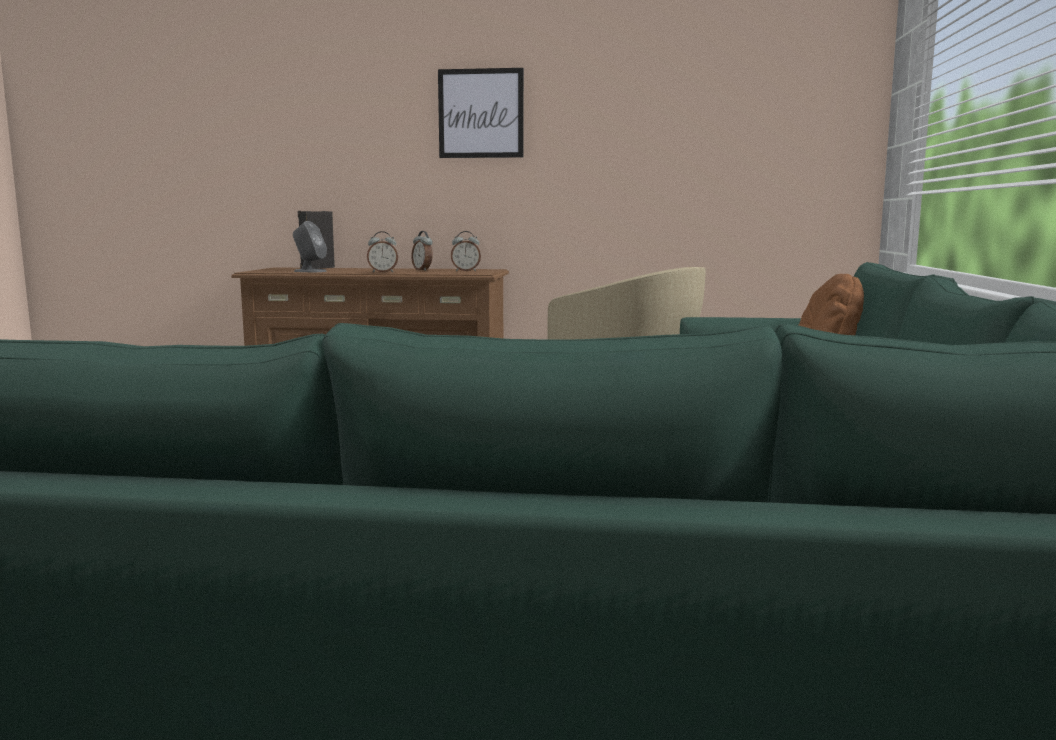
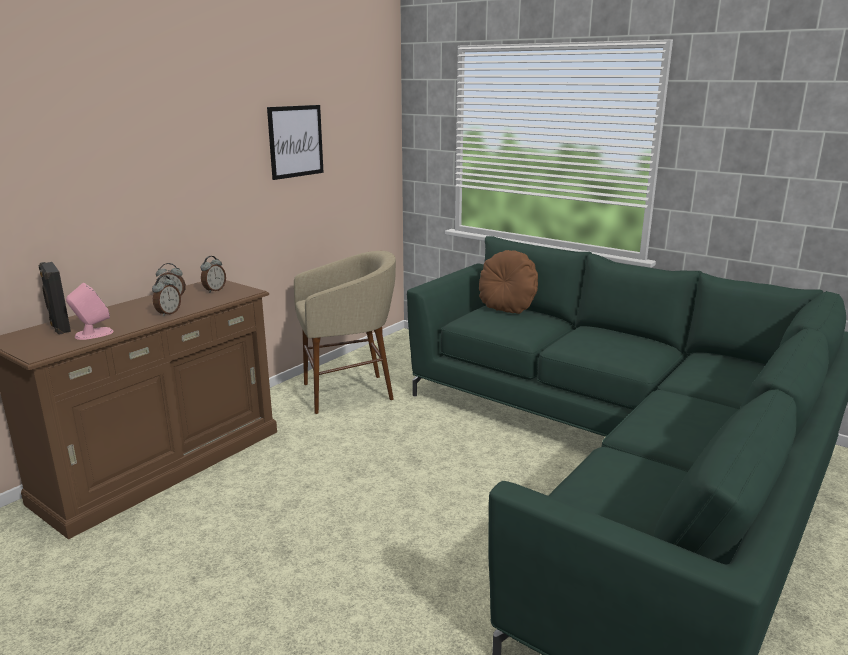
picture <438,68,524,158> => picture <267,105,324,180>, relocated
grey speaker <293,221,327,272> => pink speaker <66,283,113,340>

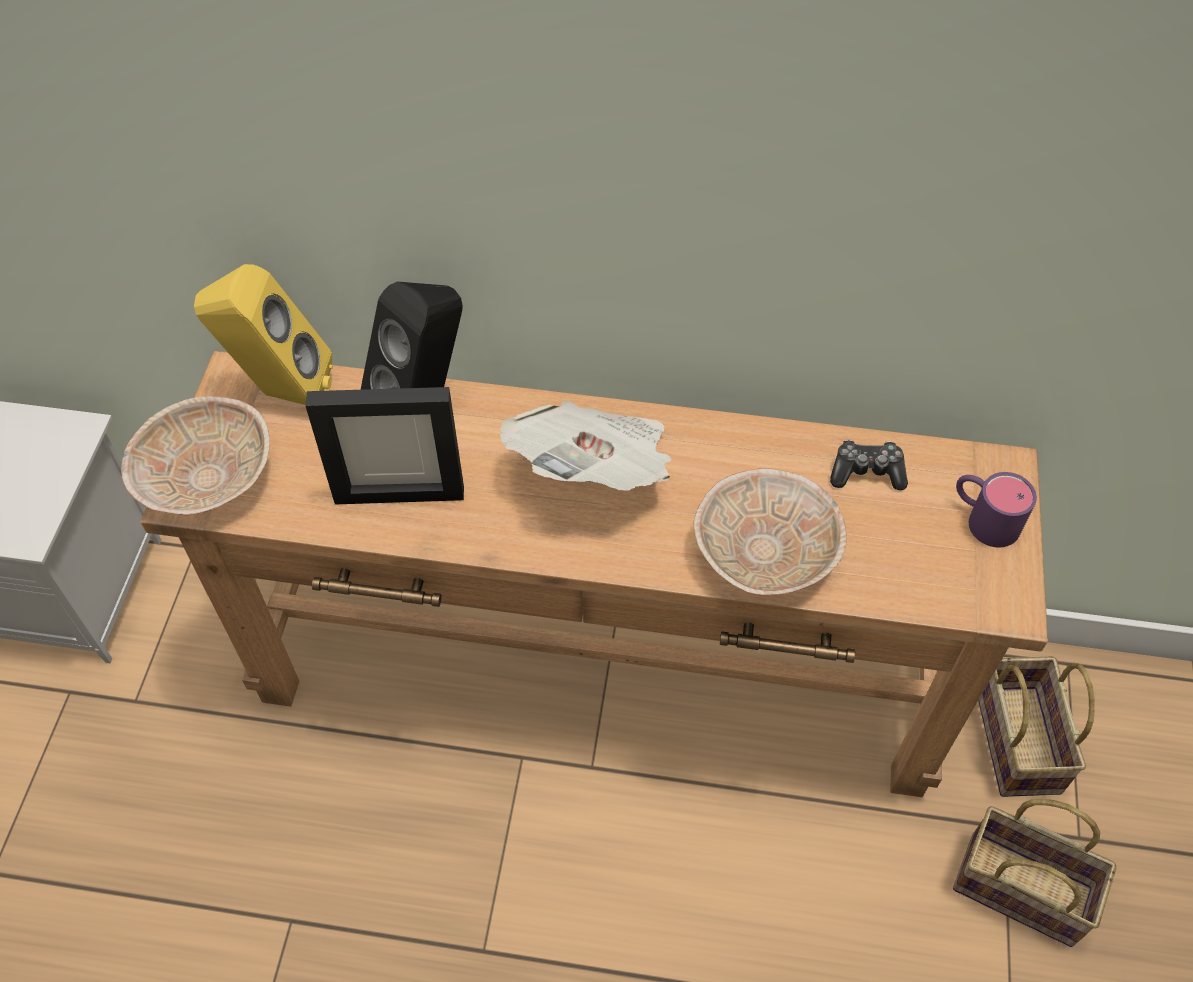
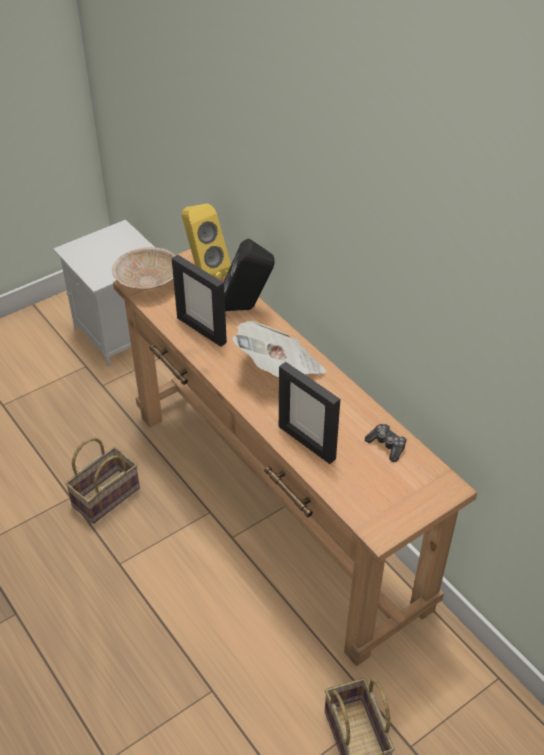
purple mug <956,472,1037,547> => nothing
basket <978,656,1095,797> => basket <65,438,140,524>, relocated
beige bowl <693,468,846,595> => picture frame <279,362,340,464>

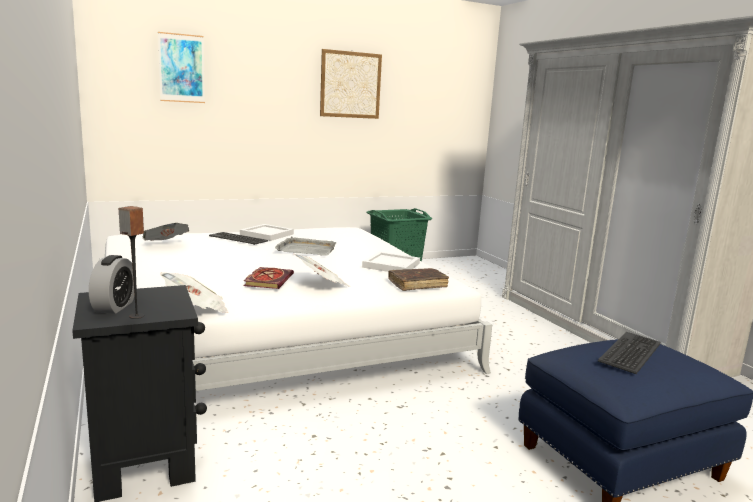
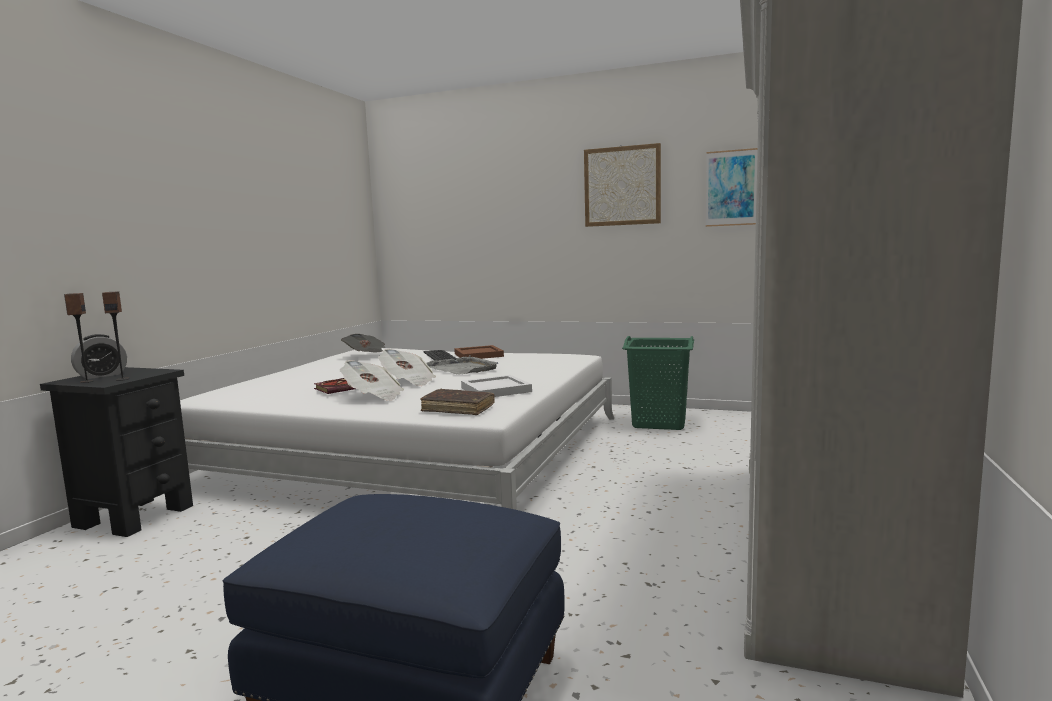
keyboard <598,332,661,374> => nothing
nothing => speaker <102,291,129,381>
picture <158,32,205,103> => picture <706,148,757,227>, relocated
newspaper <160,272,229,313> => newspaper <378,349,436,386>, relocated
white tray <240,224,294,241> => brown tray <454,345,504,359>

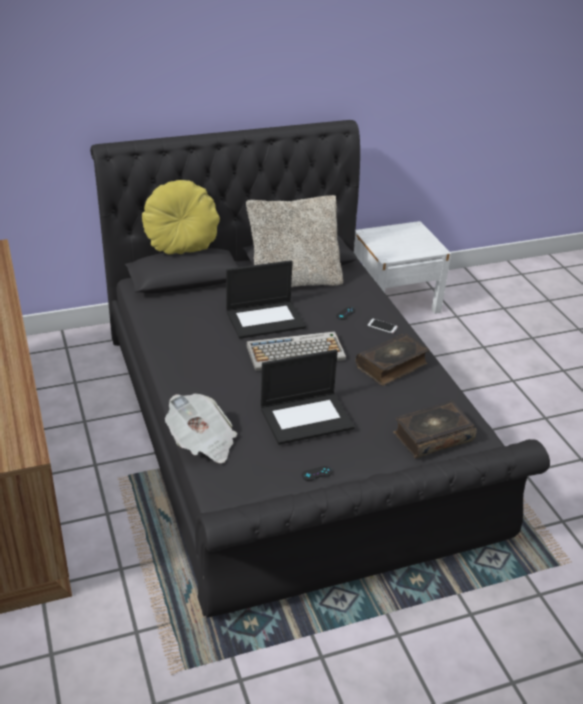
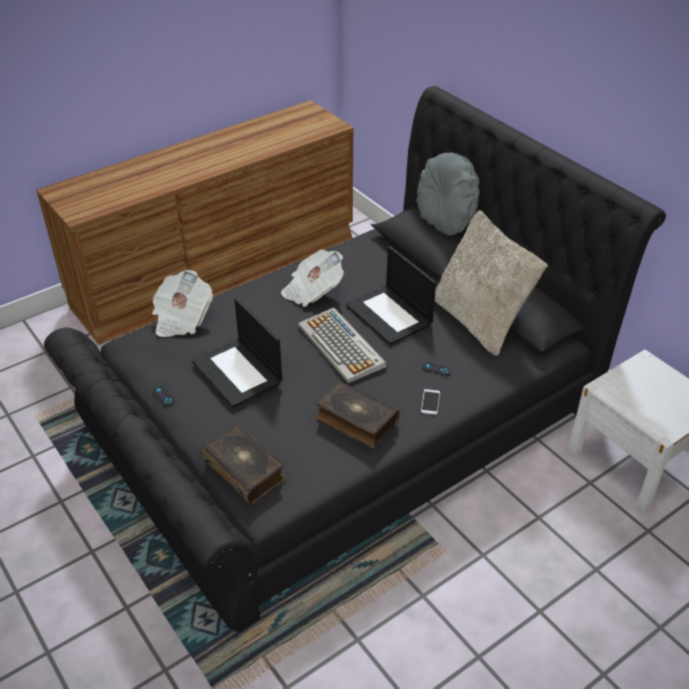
nothing => newspaper <281,249,344,307>
yellow pillow <142,180,220,255> => grey pillow <416,153,480,236>

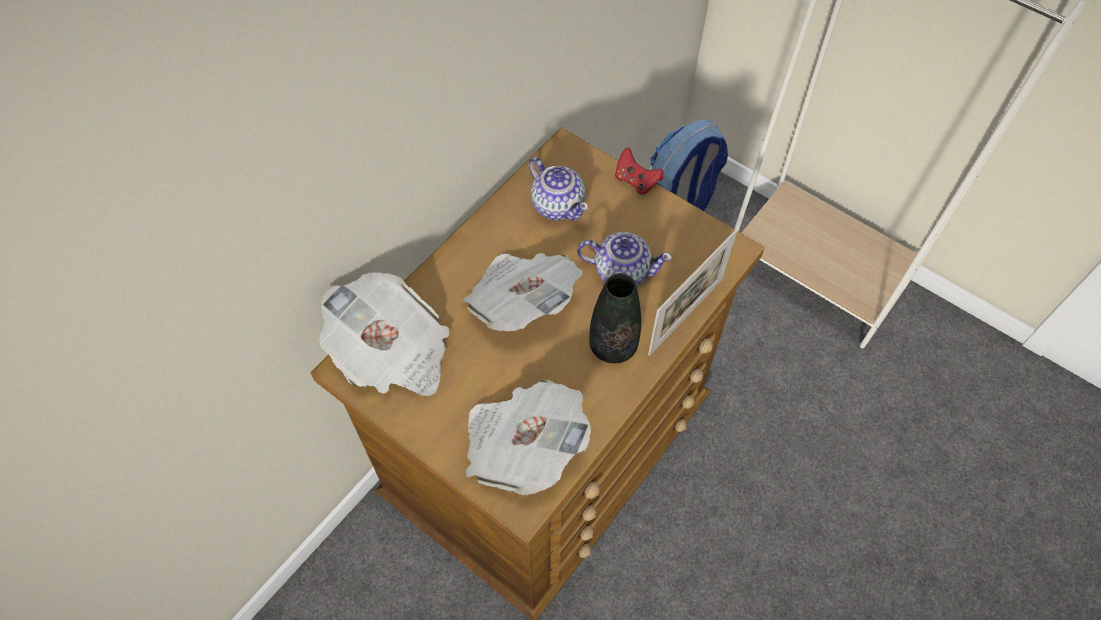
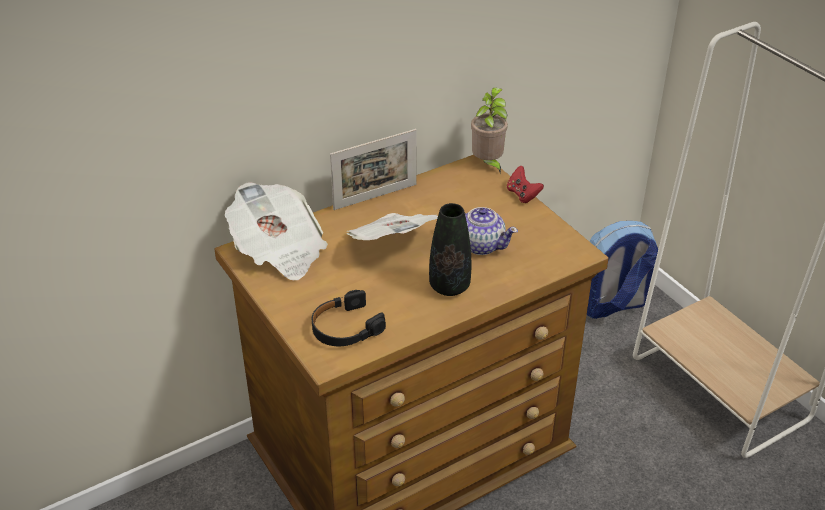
teapot <528,157,589,221> => nothing
nothing => potted plant <471,88,509,173>
picture frame <648,230,737,356> => picture frame <330,129,417,210>, relocated
newspaper <466,380,591,495> => black headphones <312,290,386,346>

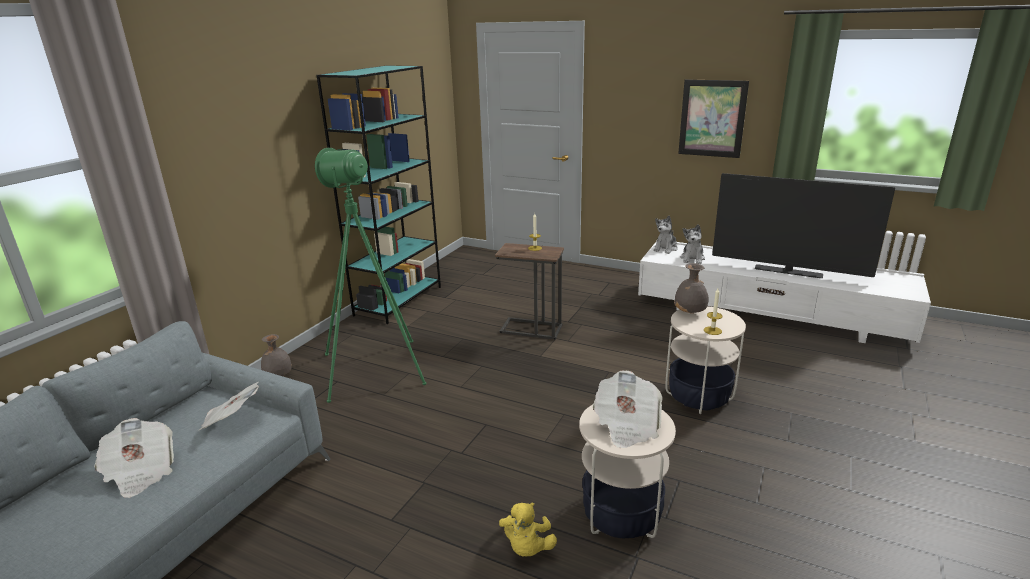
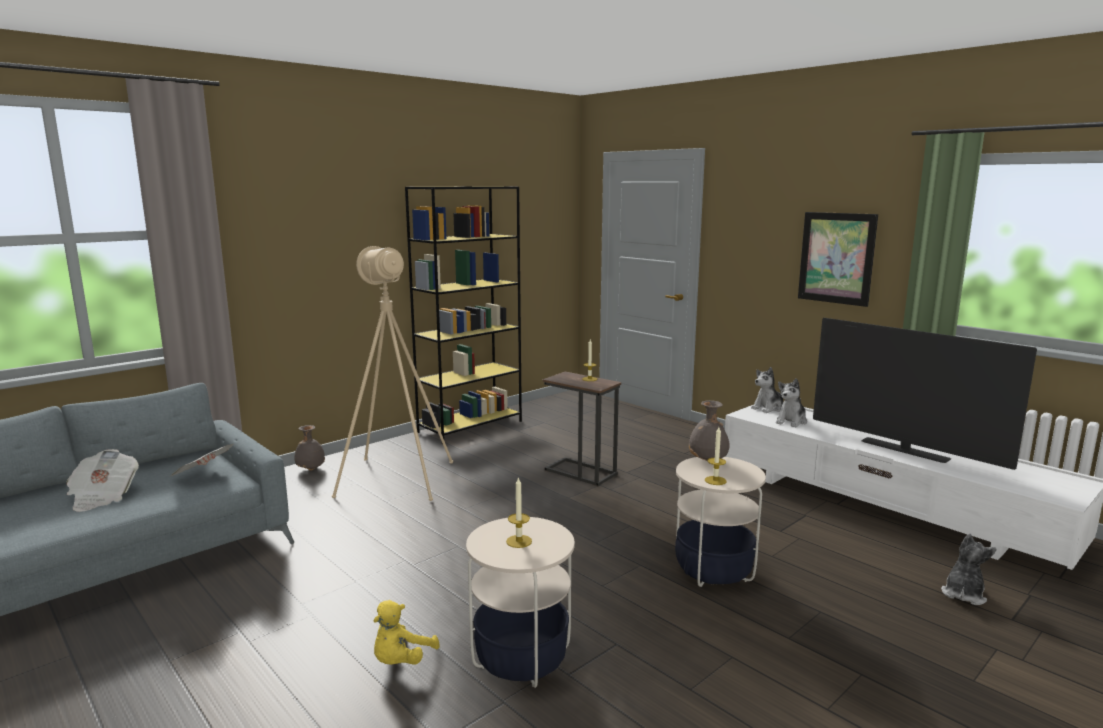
nothing => plush toy <941,533,997,605>
newspaper <593,371,663,448> => candle <506,477,532,548>
green floor lamp <315,148,426,403> => beige floor lamp <332,246,453,501>
turquoise bookcase <317,66,441,324> => yellow bookcase <405,186,522,439>

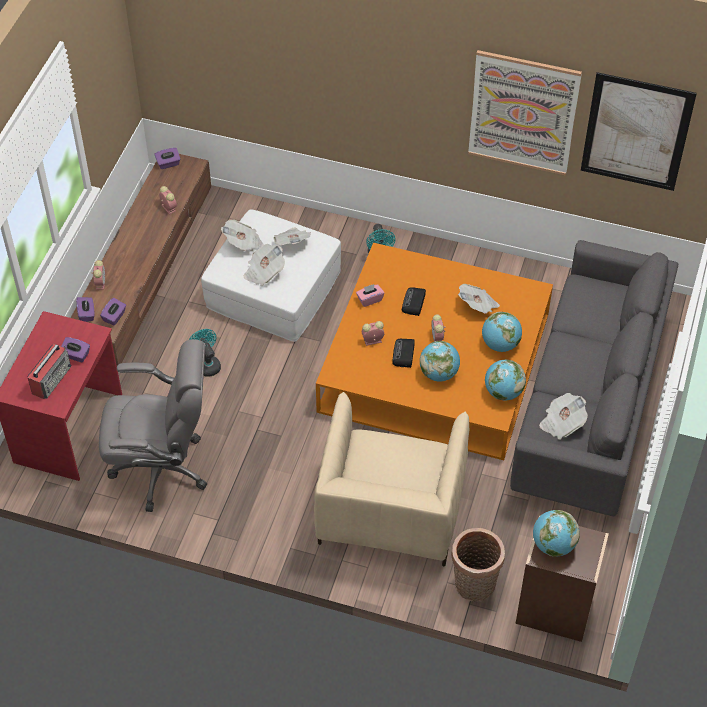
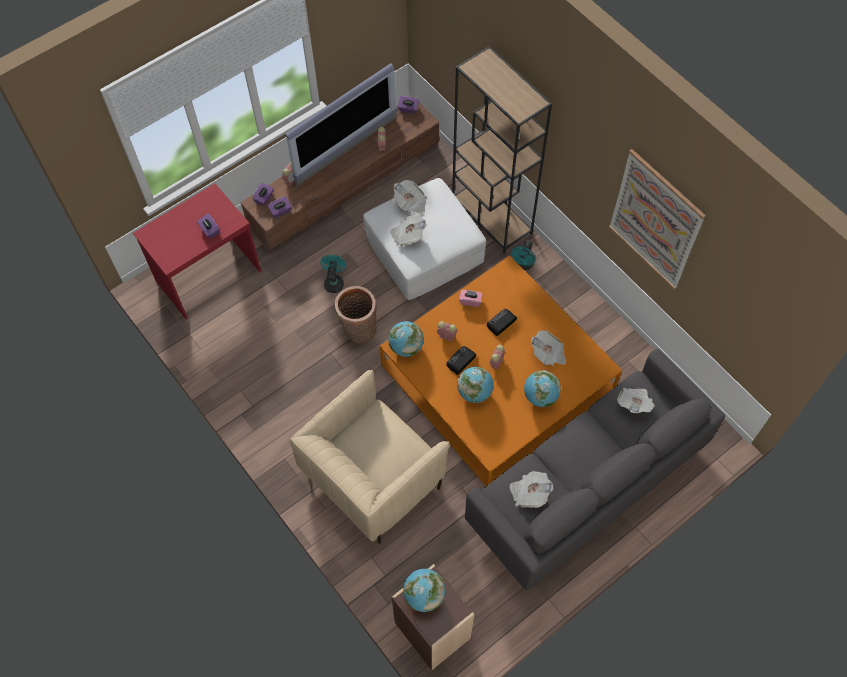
radio <27,344,71,399> => nothing
grey office chair <99,339,207,512> => nothing
picture <581,72,697,191> => nothing
nothing => television <286,63,397,186>
nothing => bookcase <452,46,552,254>
newspaper <273,227,311,245> => newspaper <617,388,655,413>, relocated
basket <451,528,505,602> => basket <335,286,377,343>, relocated
globe <485,360,526,400> => globe <388,321,424,357>, relocated

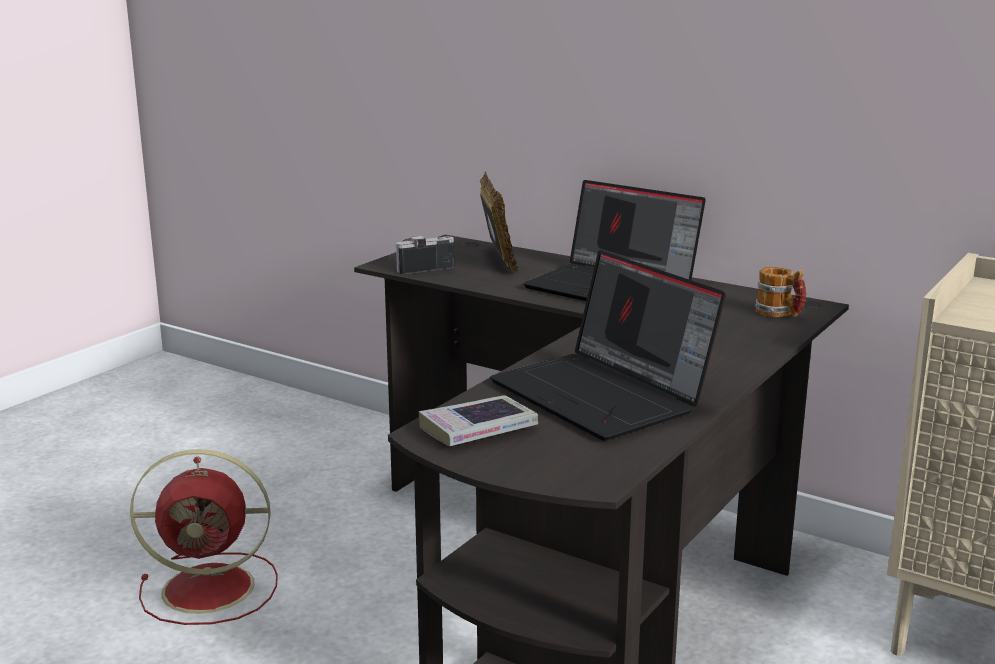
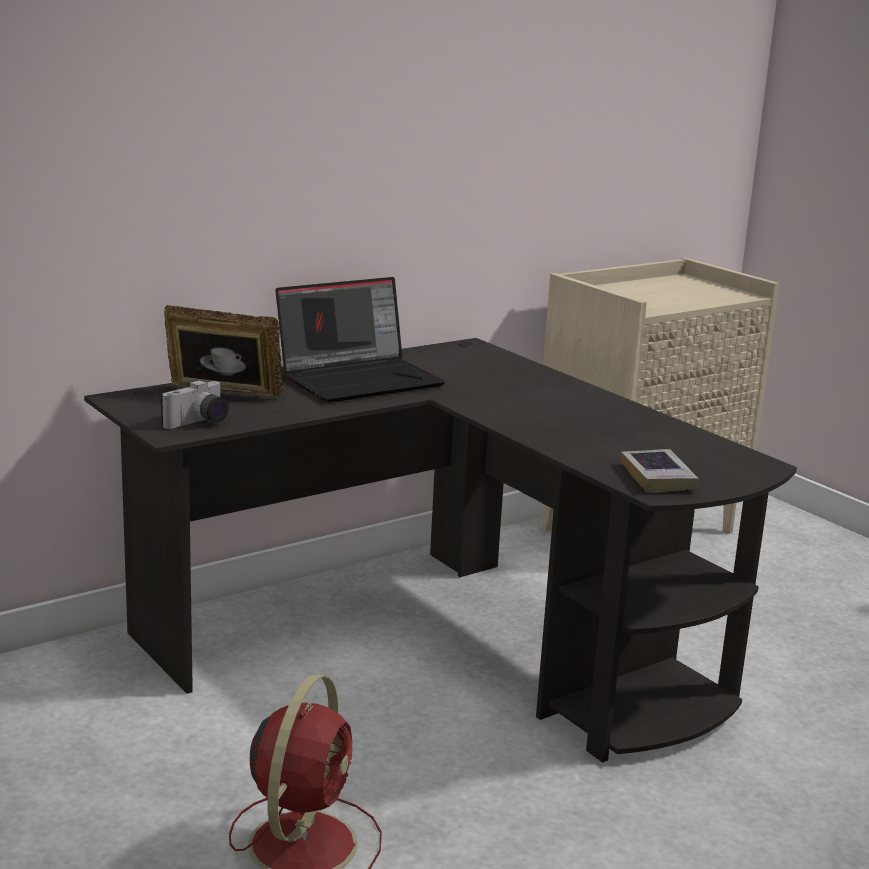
laptop <490,250,726,441> => nothing
mug <755,267,807,317> => nothing
photo camera <394,236,455,274> => photo camera <161,380,229,429>, 135 degrees counterclockwise

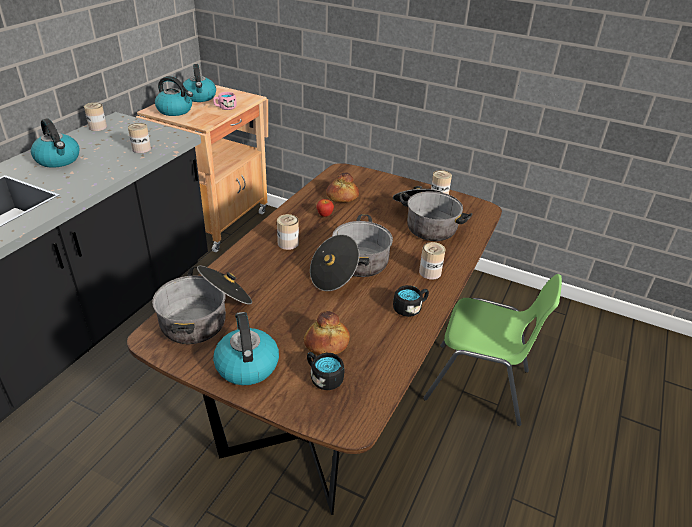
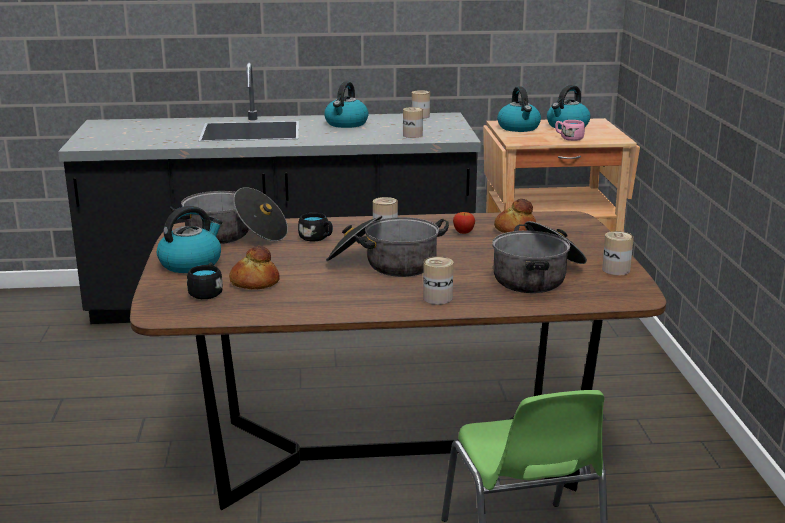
black mug <393,285,429,317> => black mug <298,213,333,241>, relocated

